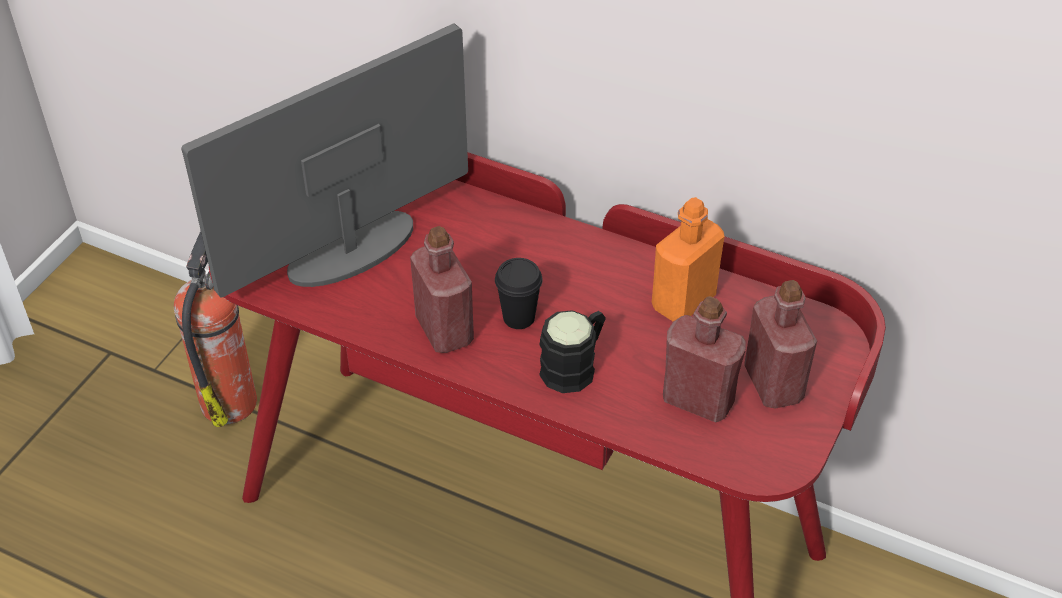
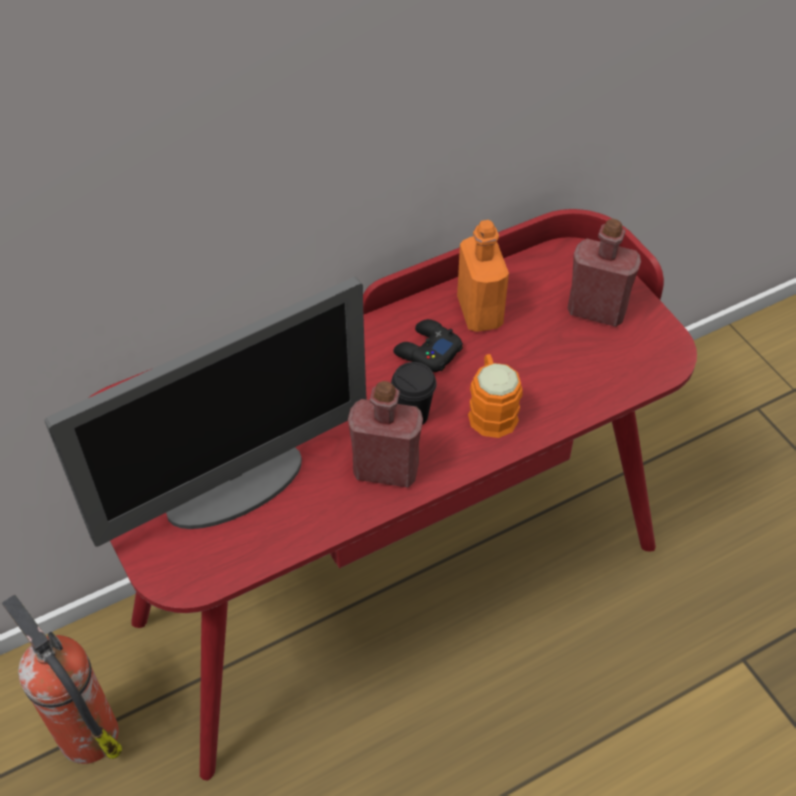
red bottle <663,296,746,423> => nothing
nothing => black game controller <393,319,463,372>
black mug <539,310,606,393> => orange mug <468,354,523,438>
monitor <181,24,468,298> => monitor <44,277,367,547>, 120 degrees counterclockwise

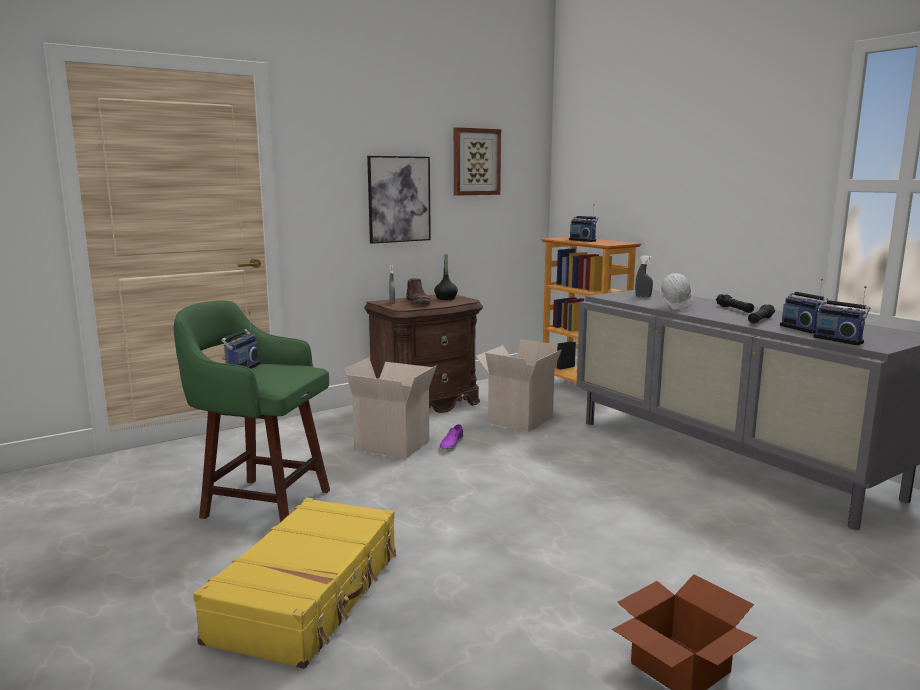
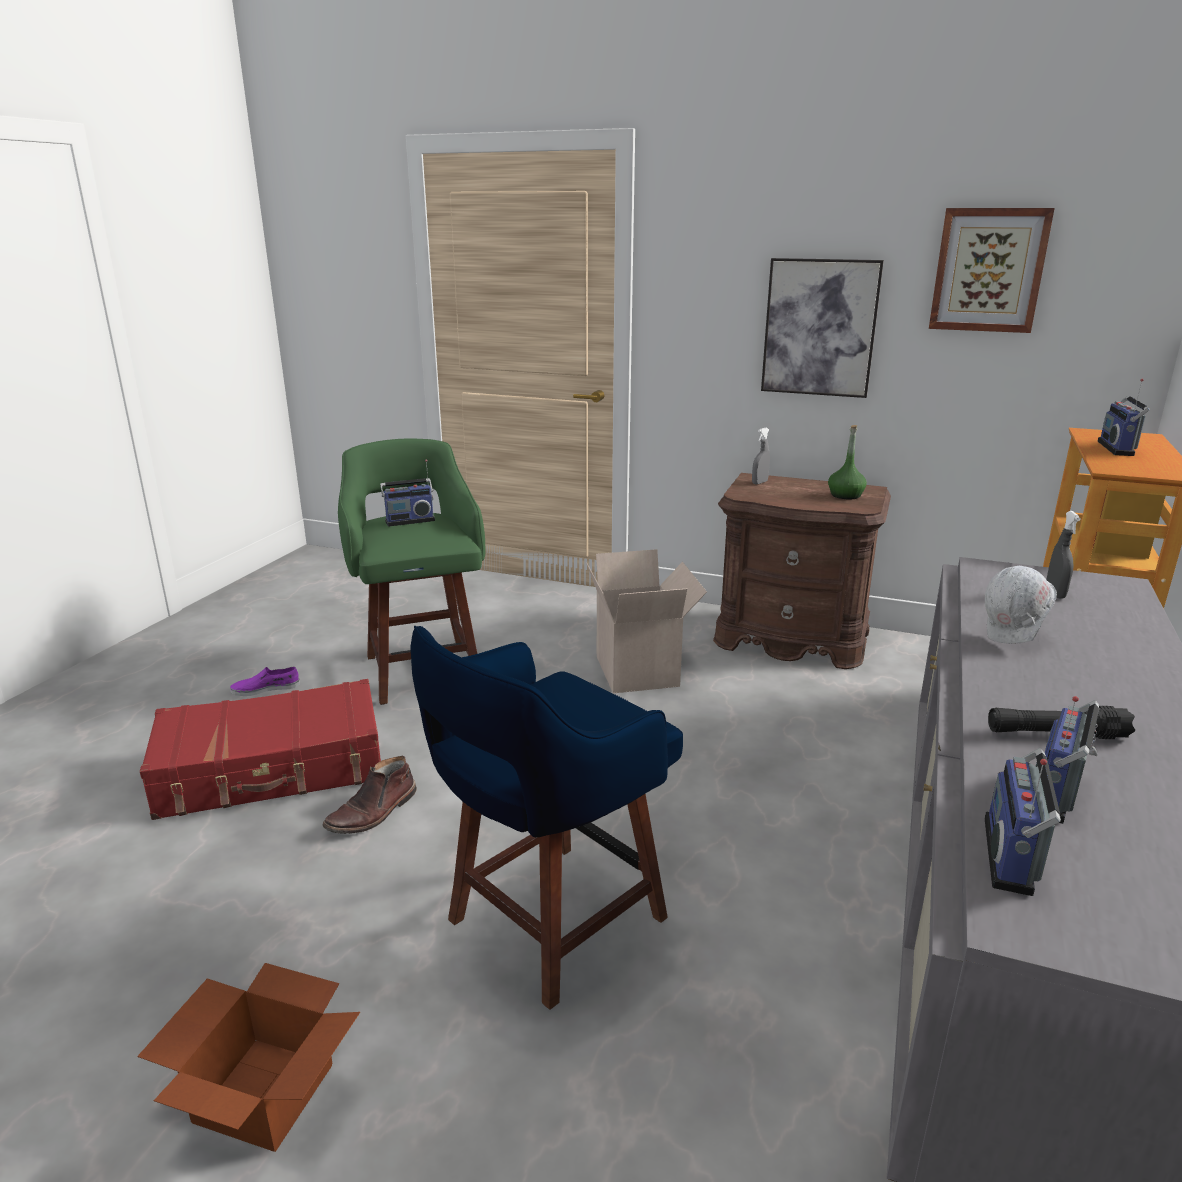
cardboard box <476,339,561,432> => nothing
black flashlight <716,294,754,313> => nothing
nothing => blue stool <410,626,683,1010>
brown boot <406,278,431,304> => brown boot <322,756,417,834>, relocated
purple shoe <440,424,463,452> => purple shoe <230,666,300,696>, relocated
yellow suitcase <193,498,397,669> => red suitcase <140,679,381,820>
black bottle <434,254,458,300> => green bottle <828,425,867,499>

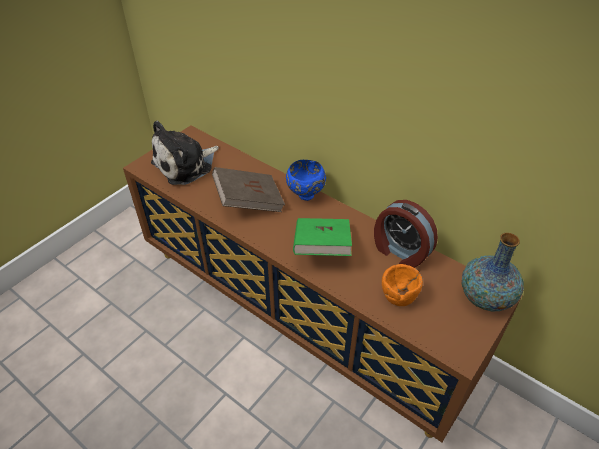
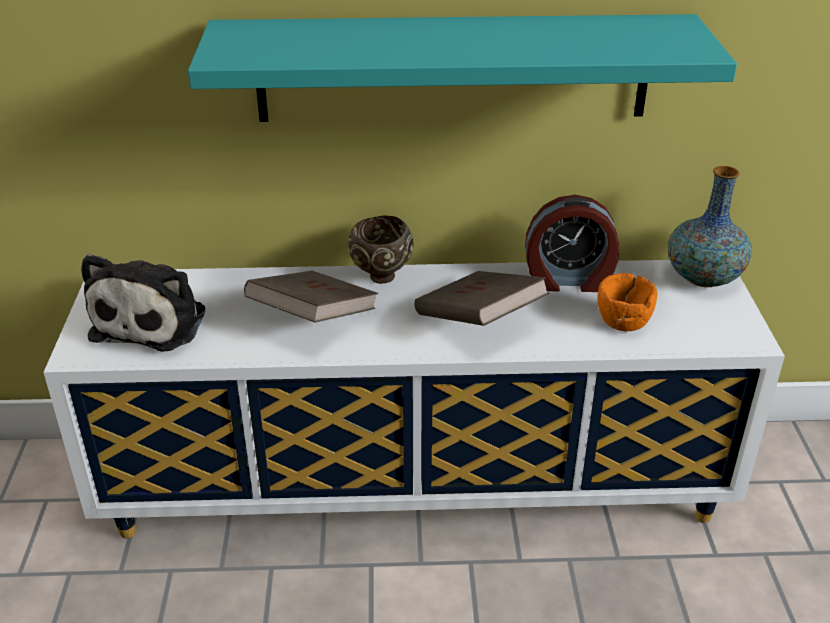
nothing => turquoise shelf <188,14,737,122>
brown tv stand <123,125,523,442> => white tv stand <43,260,785,539>
blue bowl <286,160,326,201> => brown bowl <348,215,414,284>
green book <293,218,352,256> => brown book <415,271,549,326>

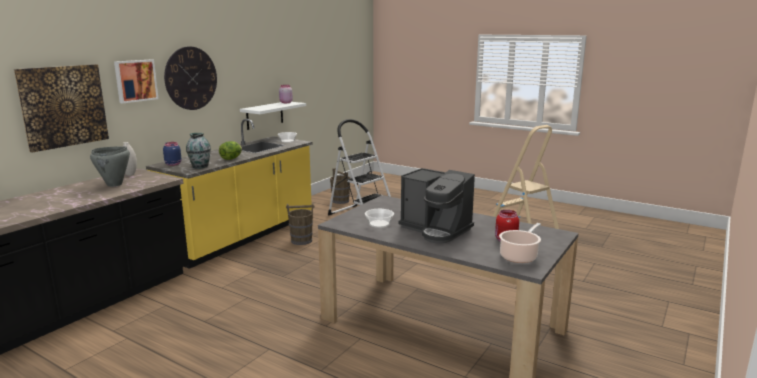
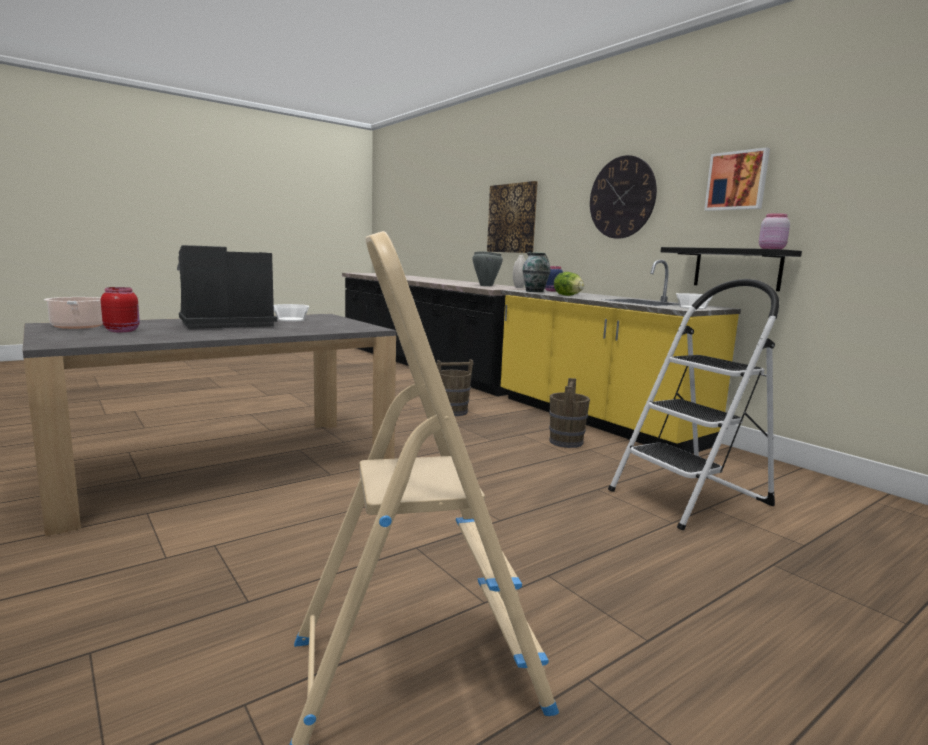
picture <114,60,159,103> => picture <704,147,770,211>, relocated
brown bucket <330,168,350,204> => brown bucket <436,359,474,416>, relocated
white shelf <240,102,306,130> => black shelf <661,247,802,291>

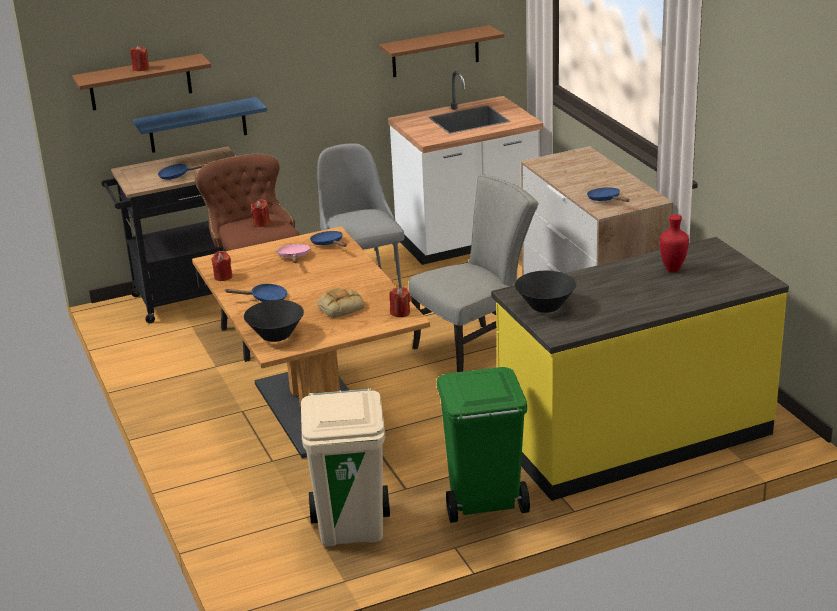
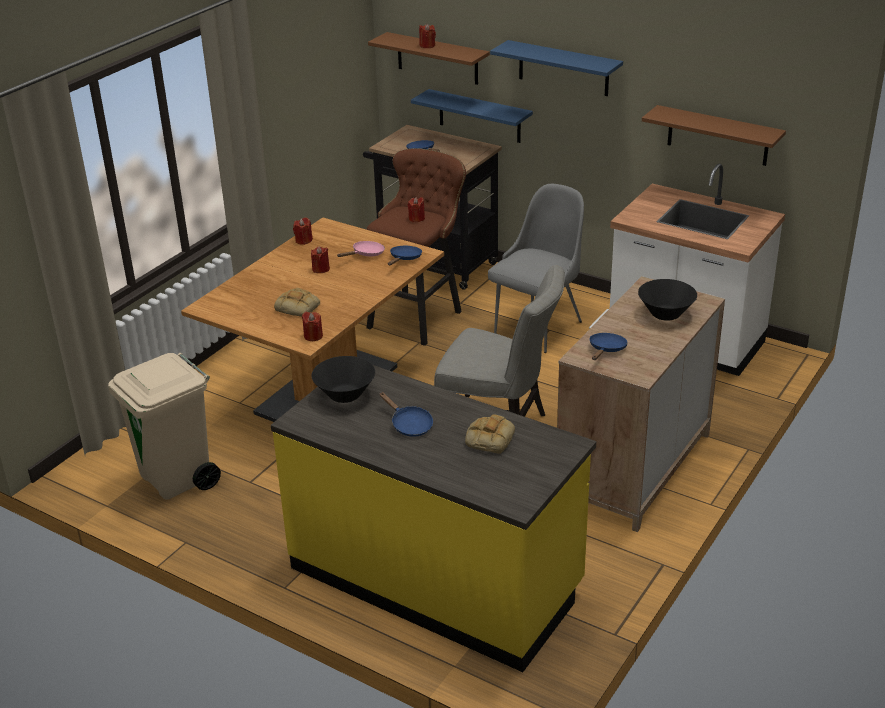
green trash can <437,367,530,523> => nothing
nothing => red candle <311,246,330,273>
nothing => blue shelf <490,40,623,96>
blue frying pan <224,284,288,302> => blue frying pan <379,392,433,437>, relocated
black bowl <244,300,304,342> => black bowl <638,279,697,321>, relocated
red vase <660,215,689,272> => bread <465,414,515,454>

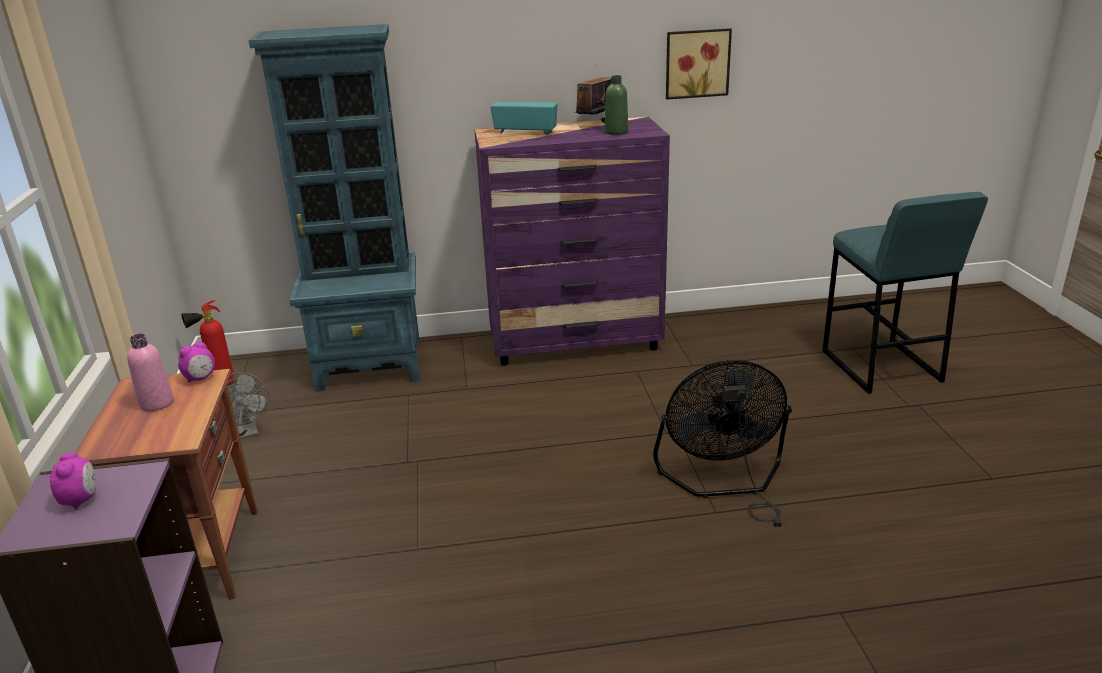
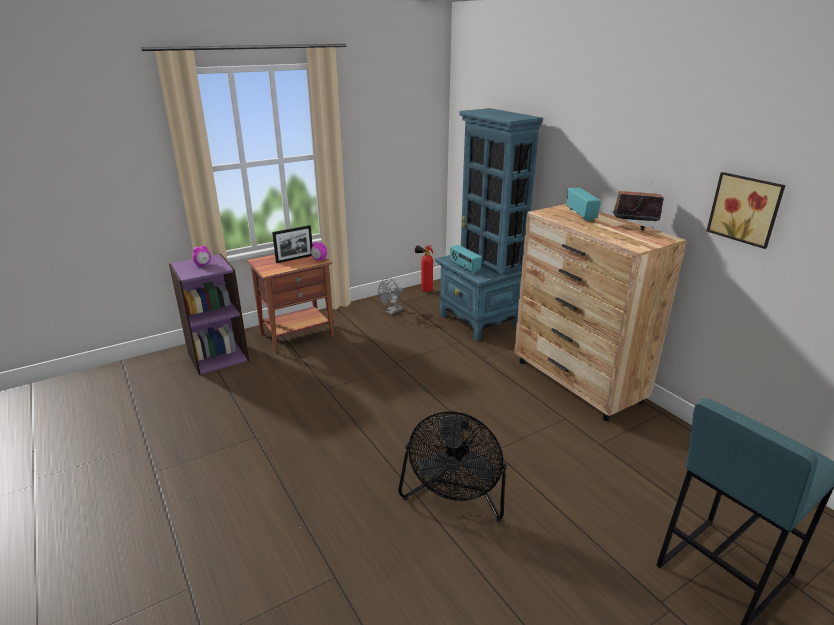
green bottle <605,75,628,135> => nothing
nothing => radio <450,245,482,274>
pink bottle <127,334,174,411> => picture frame <272,225,312,263>
purple dresser <475,117,670,366> => brown dresser <514,204,687,421>
black fan <653,360,792,527> => black fan <398,410,507,522>, 135 degrees clockwise

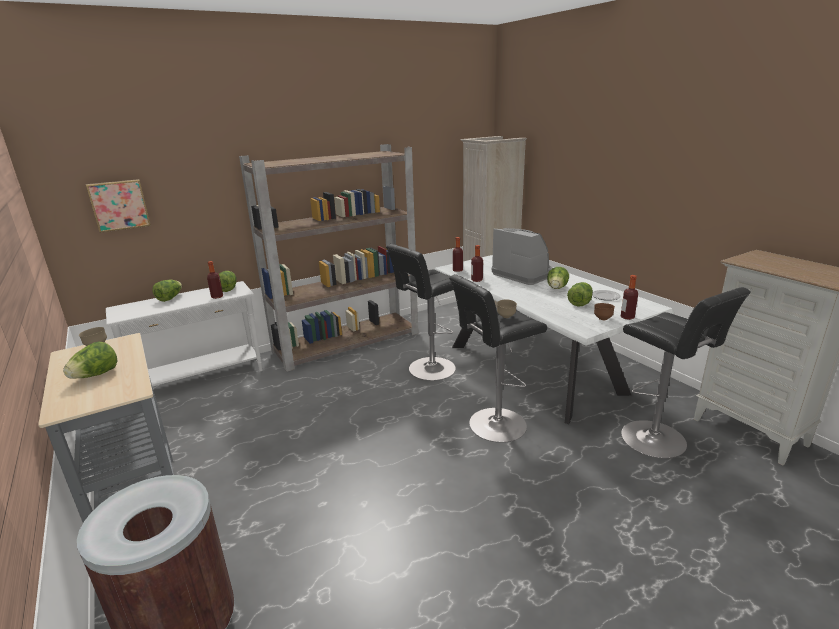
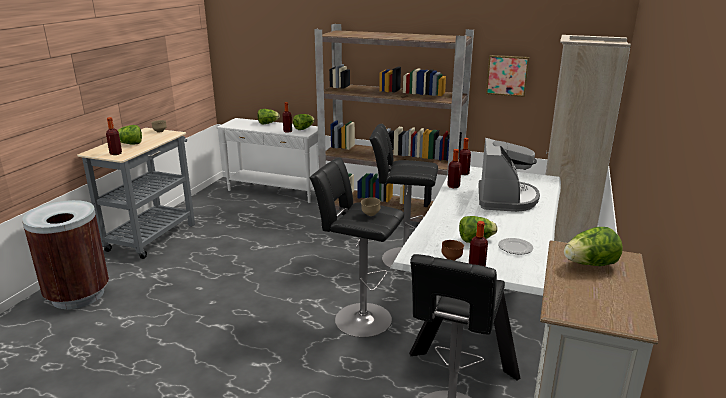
nothing => bottle <106,117,122,155>
picture <86,179,151,233> => picture <486,55,529,97>, relocated
lettuce <547,267,569,289> => lettuce <564,227,623,266>, relocated

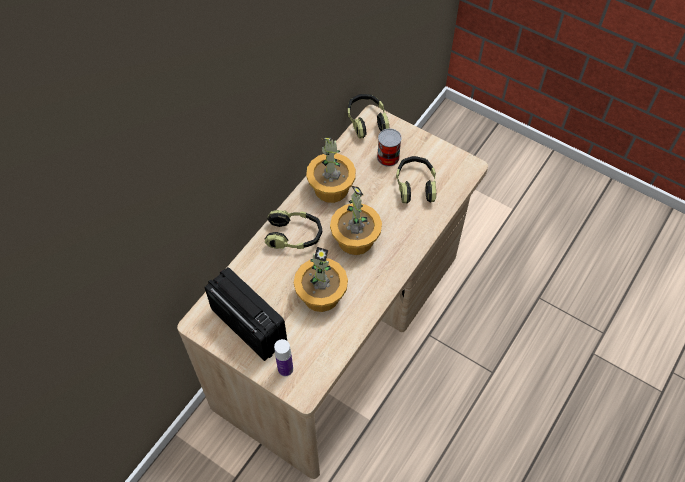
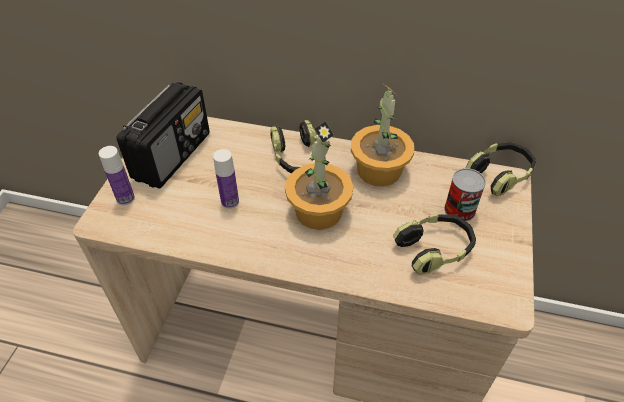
potted plant <294,247,348,312> => bottle <213,149,239,209>

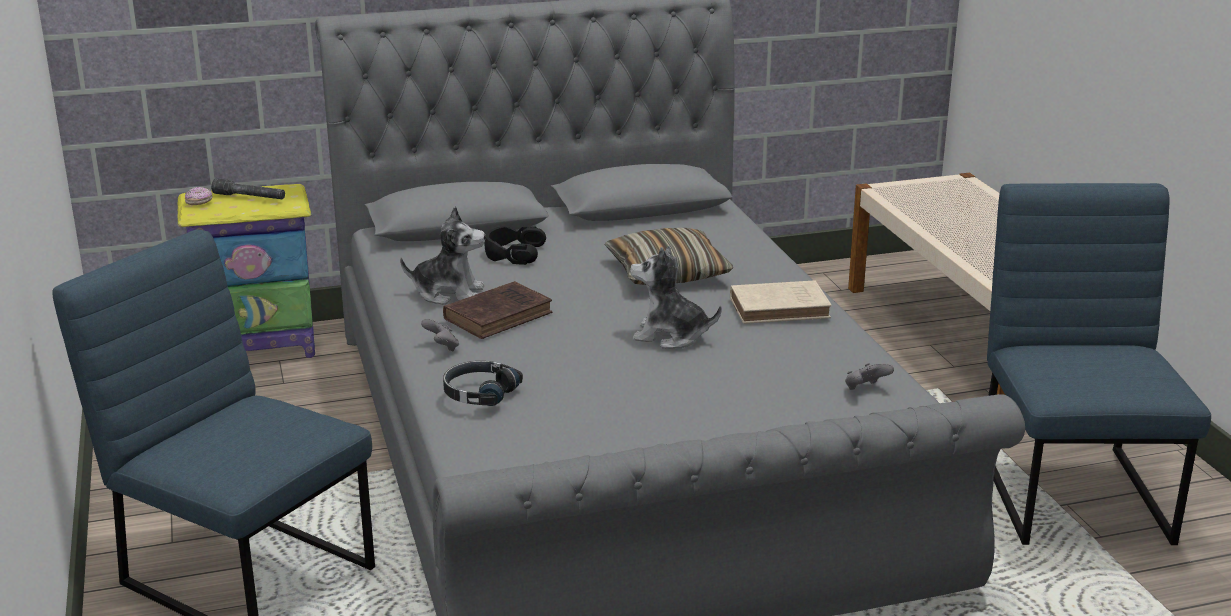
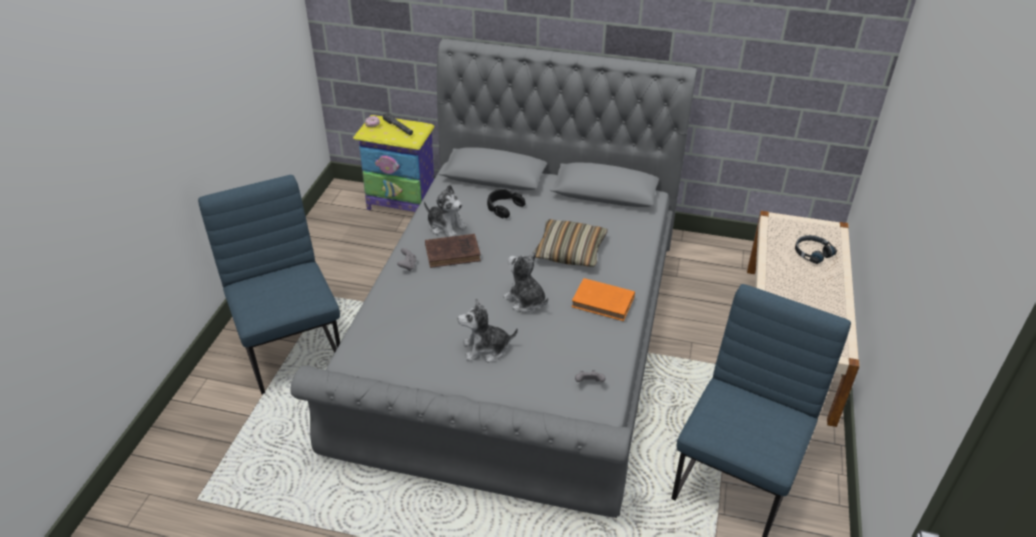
nothing => plush toy <457,298,518,363>
black headphones <443,361,523,406> => black headphones <795,235,837,264>, relocated
beige book <730,280,831,324> => orange book <571,278,635,321>

